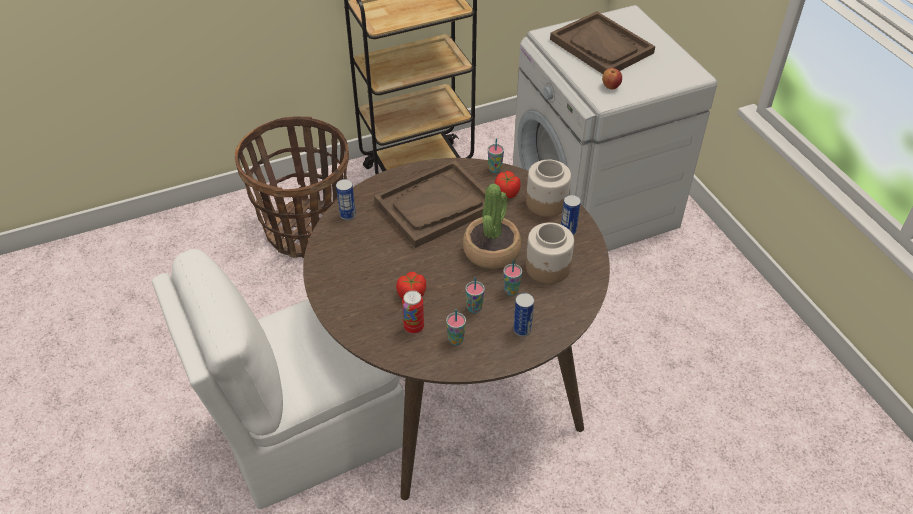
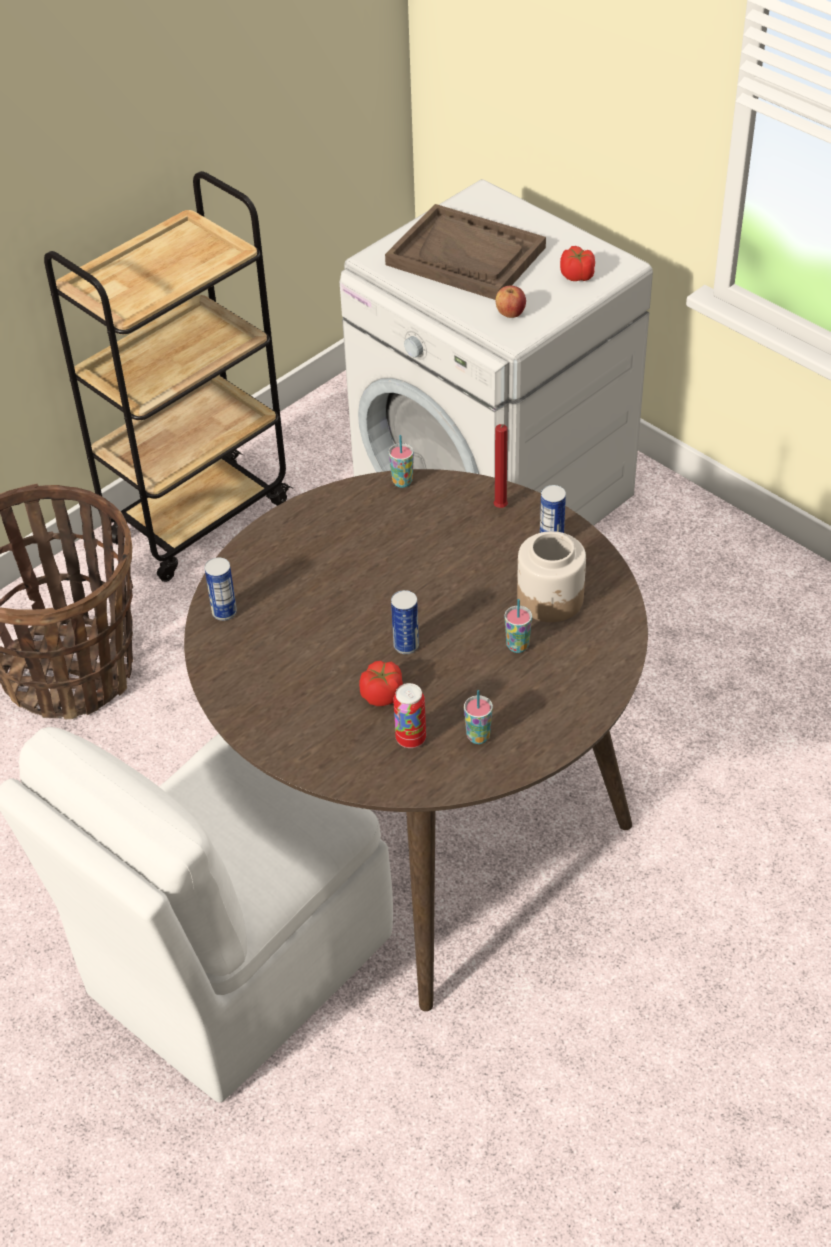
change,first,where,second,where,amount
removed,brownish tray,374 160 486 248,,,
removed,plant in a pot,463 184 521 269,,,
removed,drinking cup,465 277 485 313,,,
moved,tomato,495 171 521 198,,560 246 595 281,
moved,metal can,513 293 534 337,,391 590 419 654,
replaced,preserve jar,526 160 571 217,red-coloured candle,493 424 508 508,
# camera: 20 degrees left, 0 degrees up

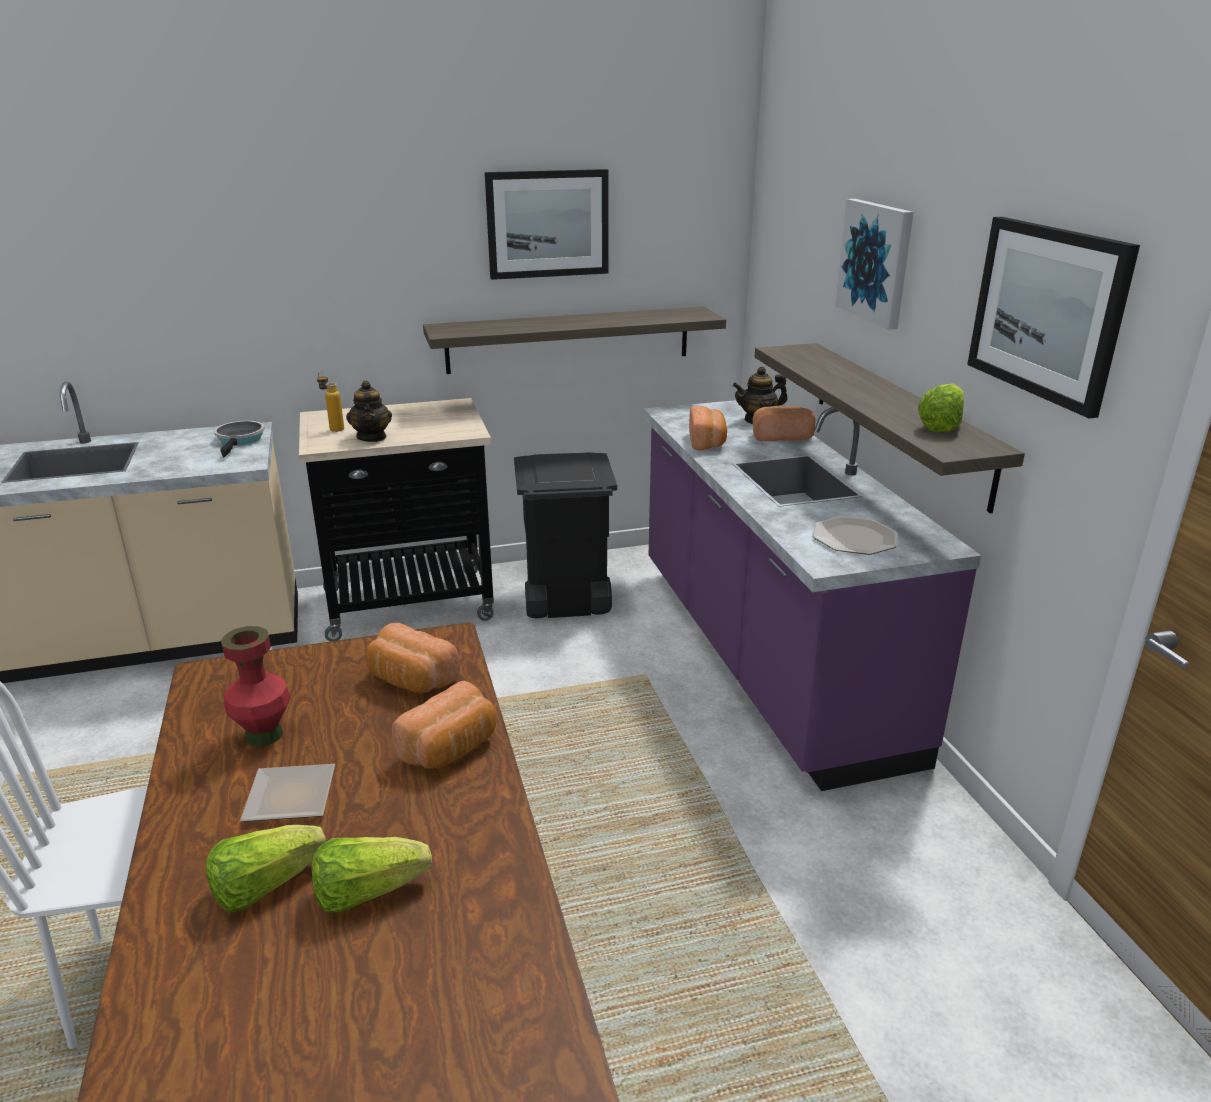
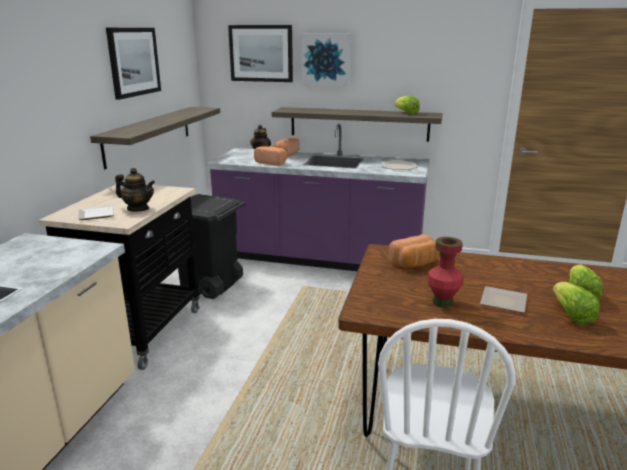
change,first,where,second,where,amount
removed,frying pan,214 421 265 458,,,
replaced,drink bottle,317 371 344 432,plate,78 205 114 220,
removed,bakery bread,392 681 497 769,,,
moved,wall art,967 217 1140 418,,228 25 293 82,
# camera: 60 degrees left, 5 degrees down

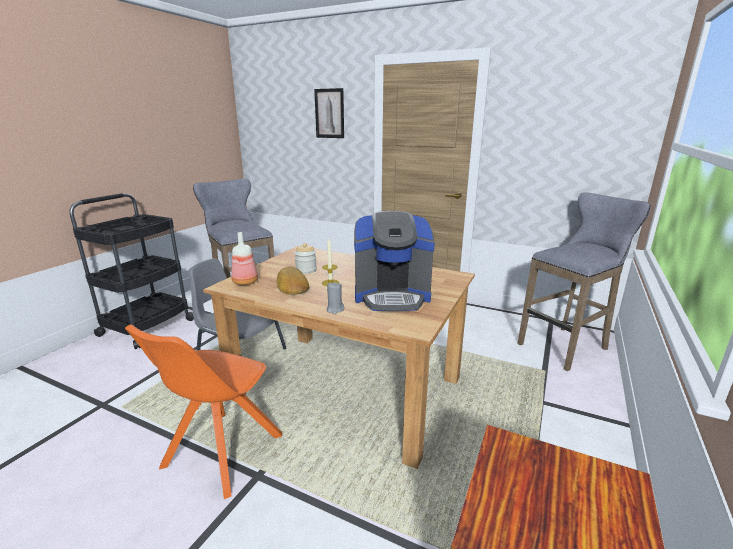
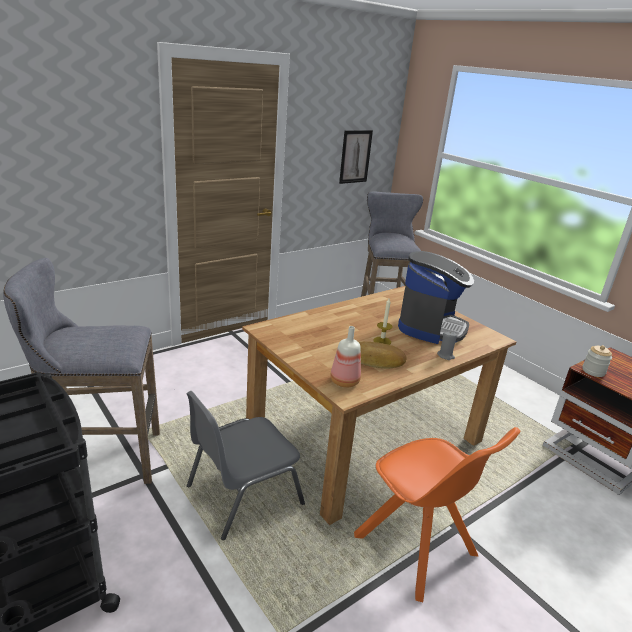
change,first,where,second,where,amount
moved,preserve jar,295 243 317 274,,582 345 612 377,
moved,wall art,314 88 344 138,,339 130 373 184,
# camera: 65 degrees left, 5 degrees up

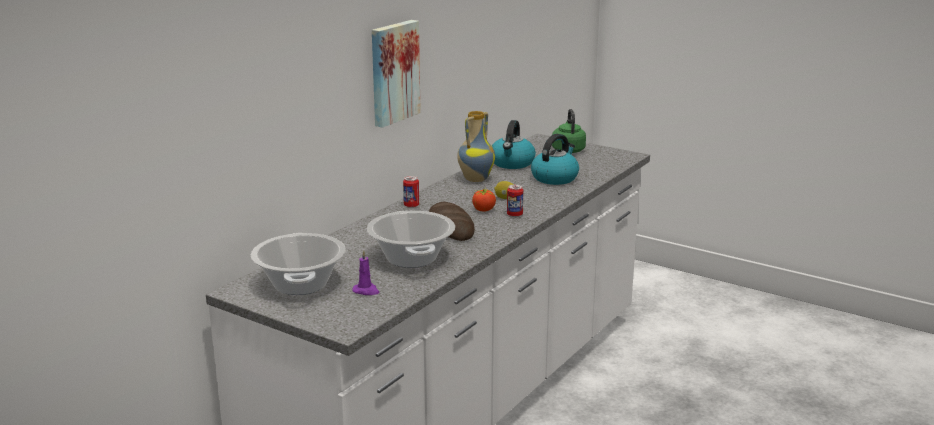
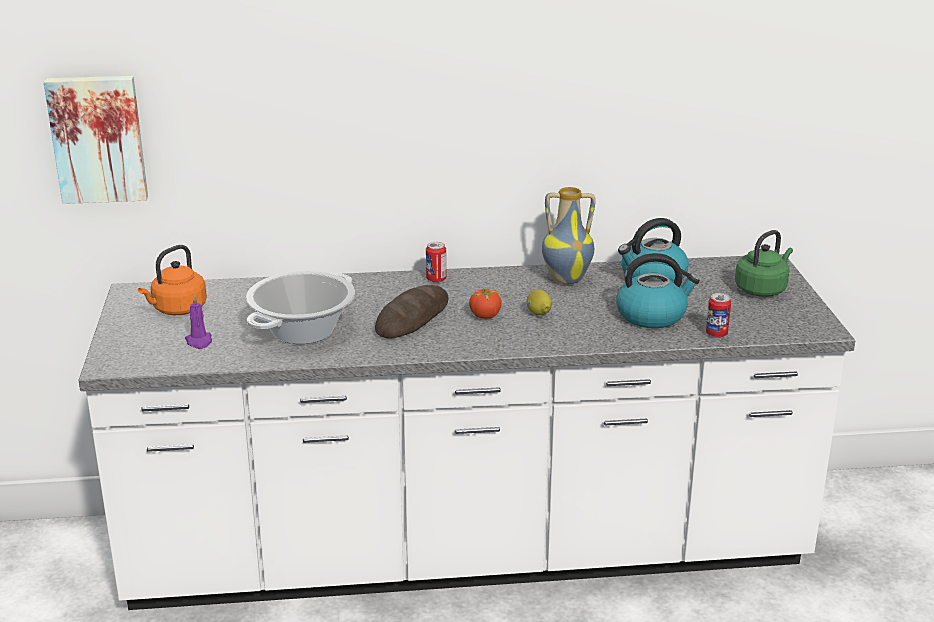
change,first,where,second,where,amount
replaced,stockpot,251 233 346 295,orangey kettle,138 245 207 315,
moved,wall art,372 20 421 128,,44 76 148 204,
moved,metal can,507 184 523 217,,706 293 731 338,
# camera: 50 degrees right, 5 degrees up

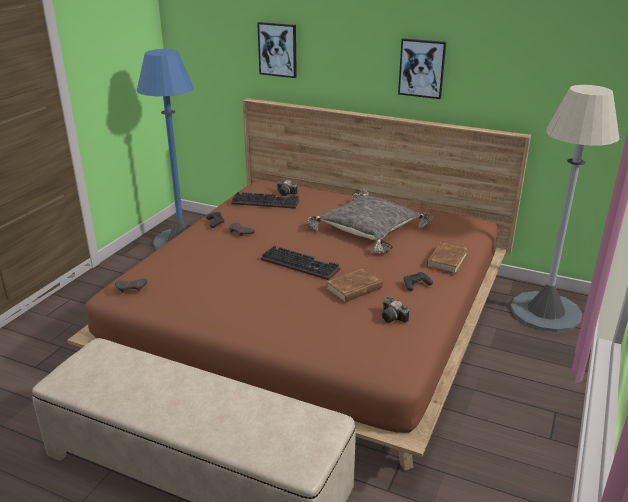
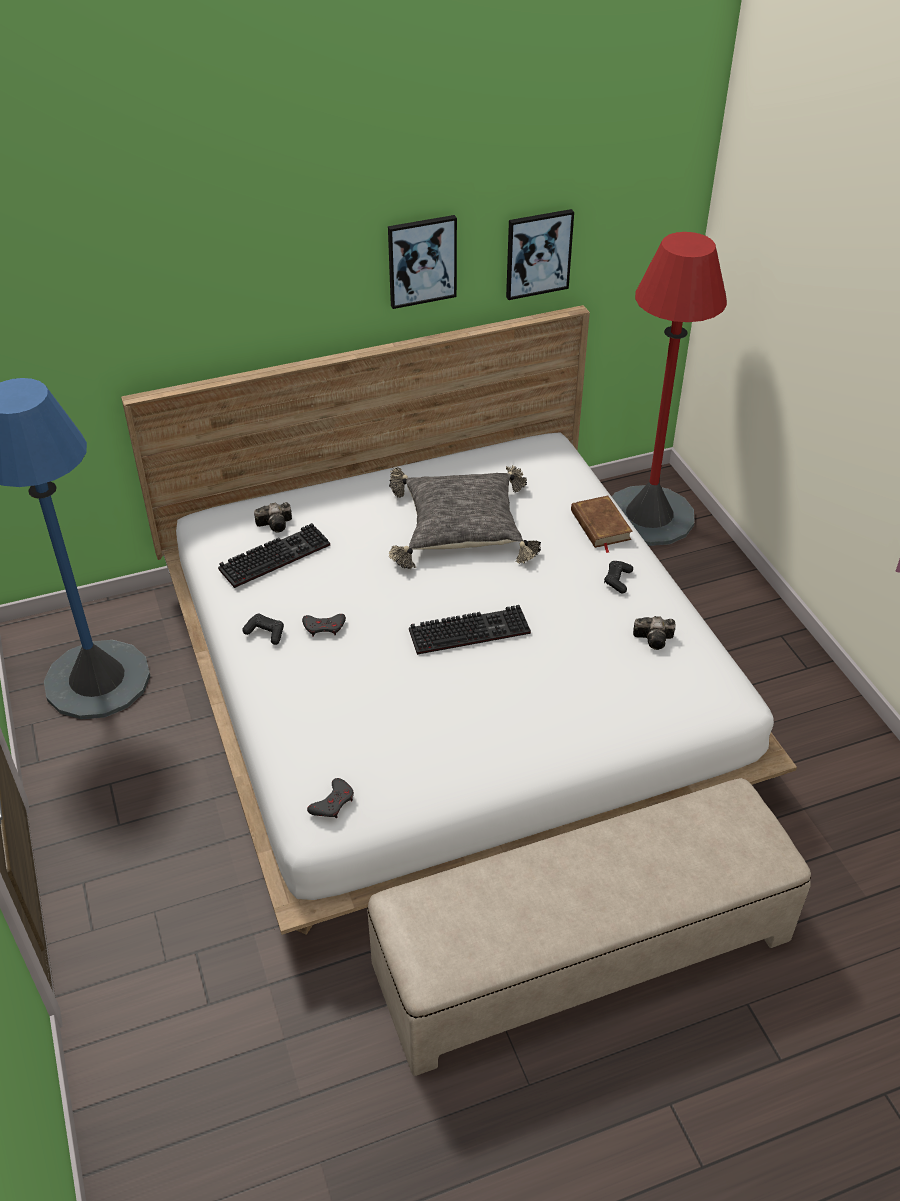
change,first,where,second,where,amount
recoloured,brownish sleeping bed,67 98 531 471,white sleeping bed,121 305 797 935,
moved,wall art,257 22 297 78,,506 209 574 300,
removed,brownish volume,326 268 383 303,,,
recoloured,greyish floor lamp,510 85 620 332,red-coloured floor lamp,612 232 727 546,
# camera: 45 degrees left, 15 degrees up

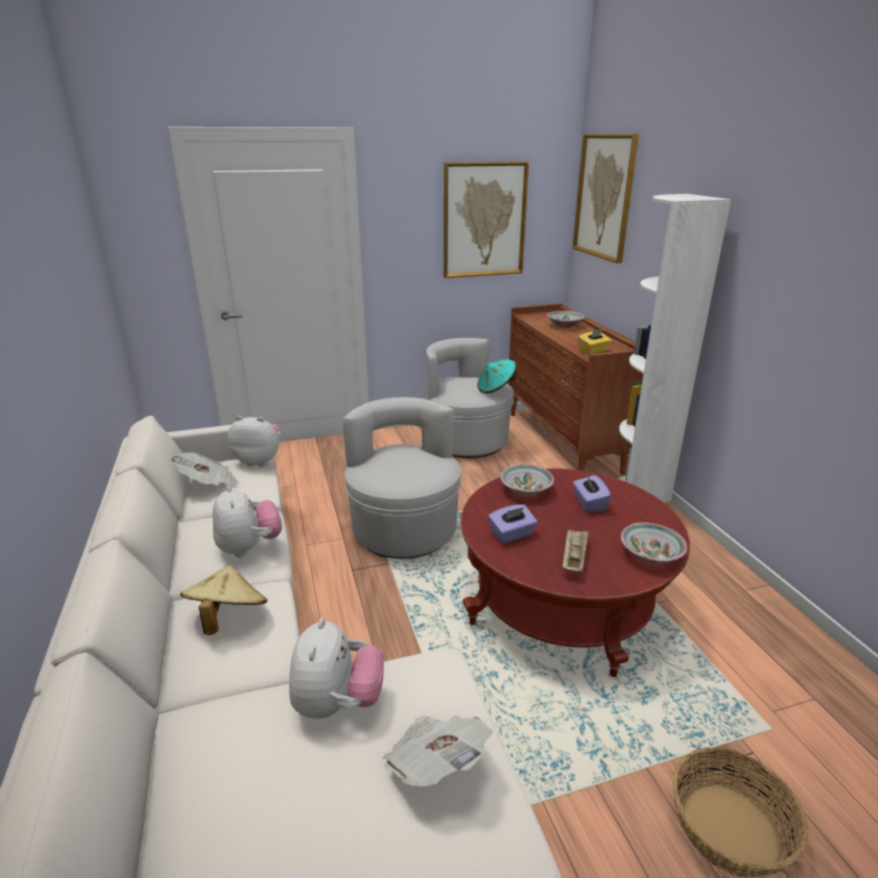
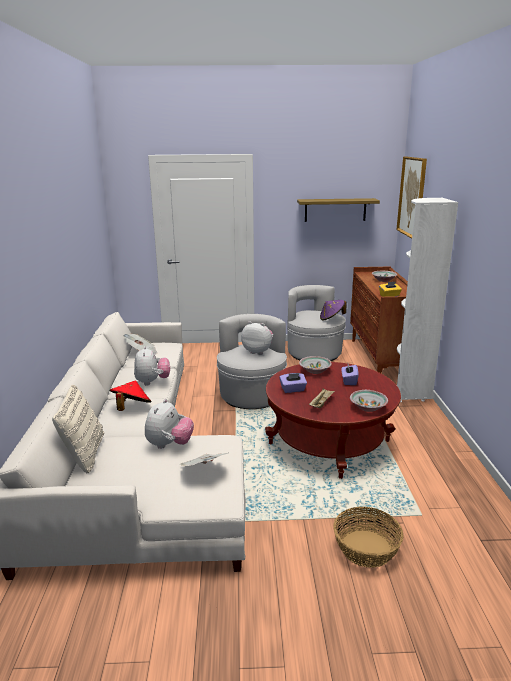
change,first,where,second,where,amount
recoloured,beige hat,180 565 267 635,red-coloured hat,110 381 151 411,
moved,soft toy,228 416 281 467,,241 321 273 355,
replaced,wall art,444 162 529 278,wall shelf,297 198 380 222,
recoloured,turquoise-coloured hat,477 359 517 394,purplish hat,320 300 347 321,
added,,,beige pillow,52 385 104 473,
# camera: 15 degrees right, 5 degrees down

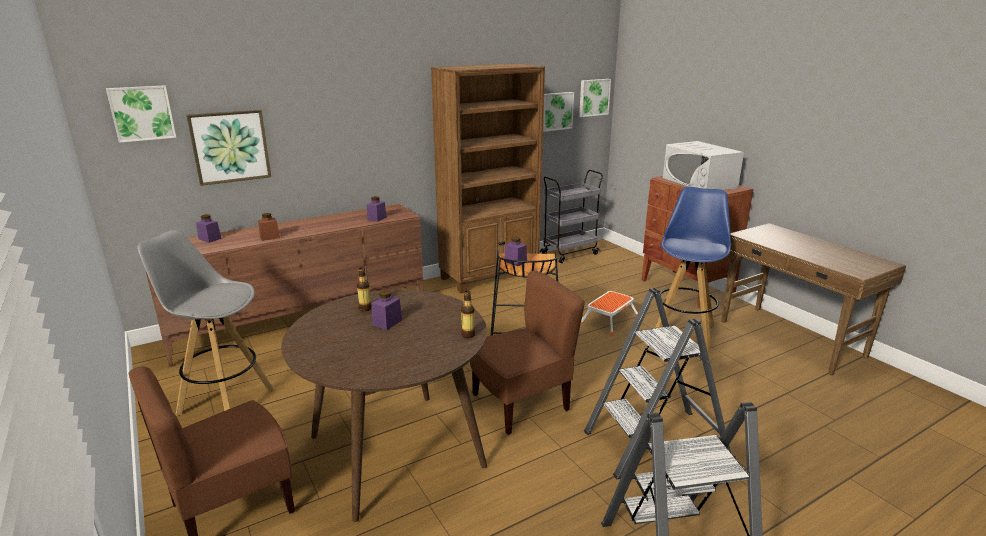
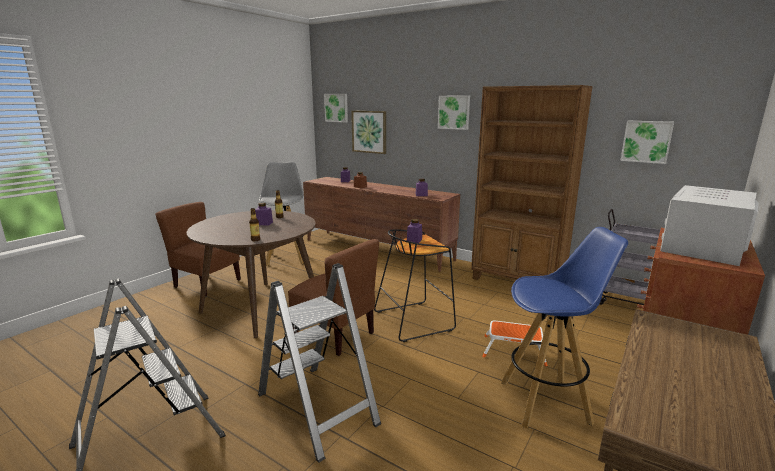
change,first,where,second,where,amount
moved,wall art,579 79 611 117,,438 96 470 130,
# camera: 65 degrees right, 5 degrees down

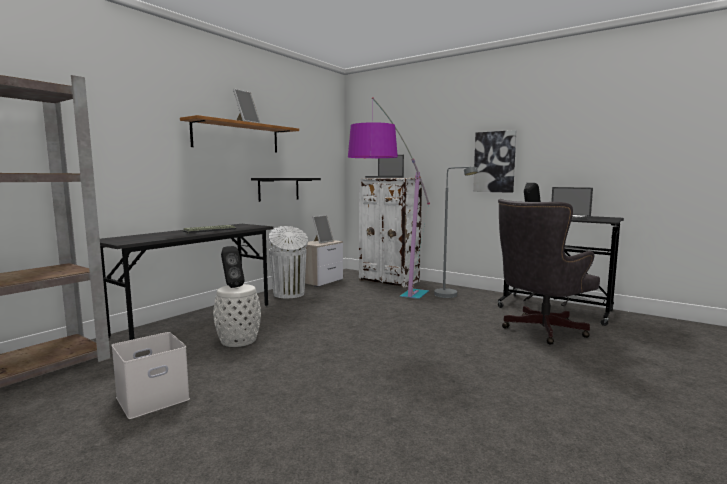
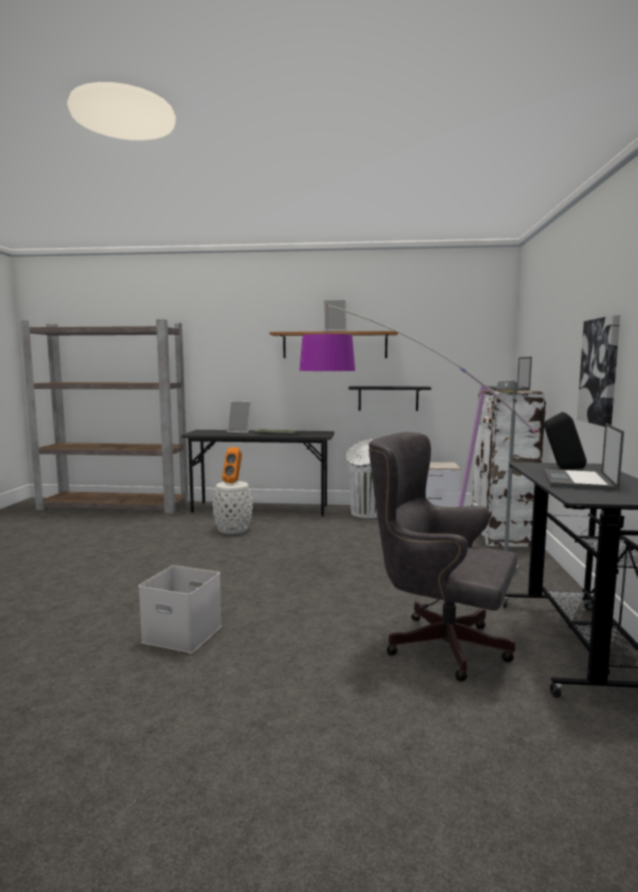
change,first,where,second,where,amount
moved,white storage bin,112 332 190 419,,139 565 222 653,
recoloured,black-coloured loudspeaker,221 246 245 288,orangey loudspeaker,222 447 242 483,
moved,standing frame,312 215 334 243,,227 401 252 433,
# camera: 60 degrees right, 0 degrees up

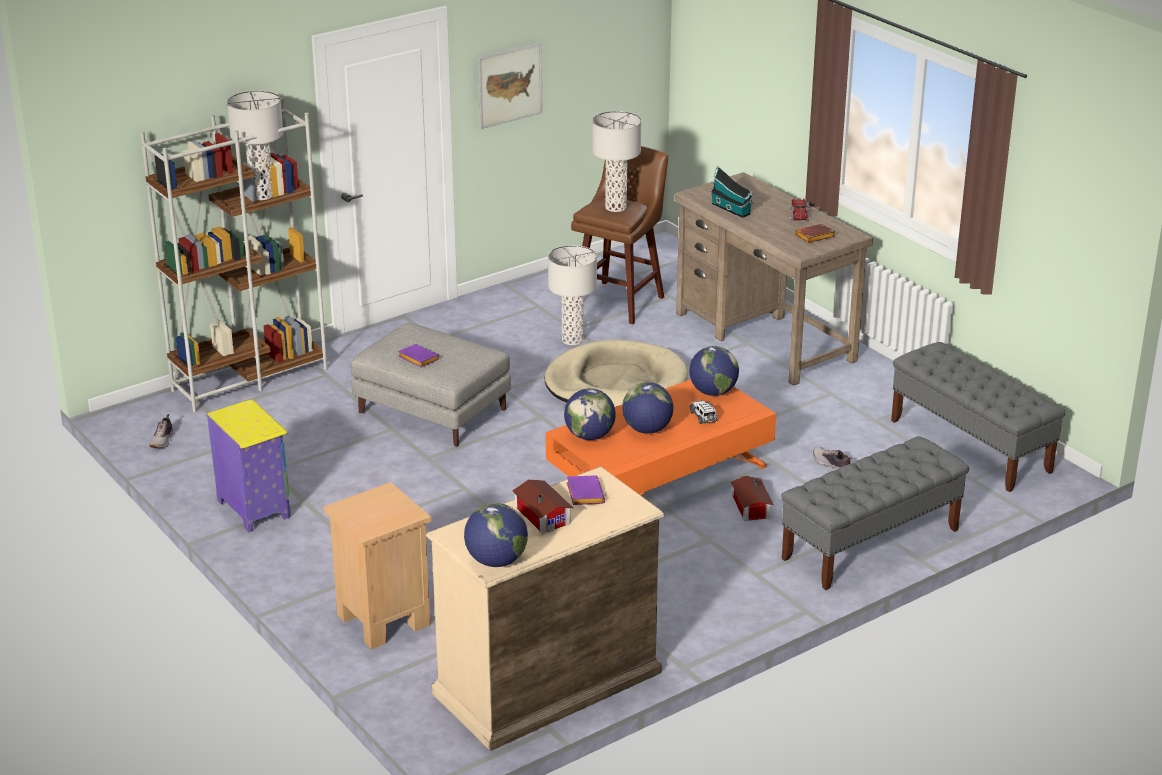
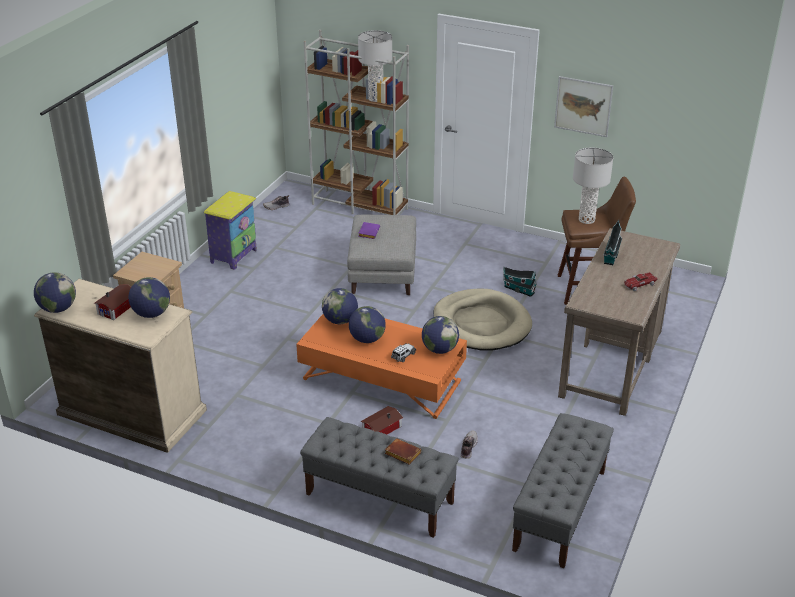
change,first,where,second,where,amount
replaced,white lamp for a table,548 245 597 345,miniature house,503 267 537 297,
replaced,purplish volume,567 475 605 505,world globe,128 277 170 318,
moved,brownish volume,795 224 835 243,,385 438 422 465,
# camera: 60 degrees right, 5 degrees up

